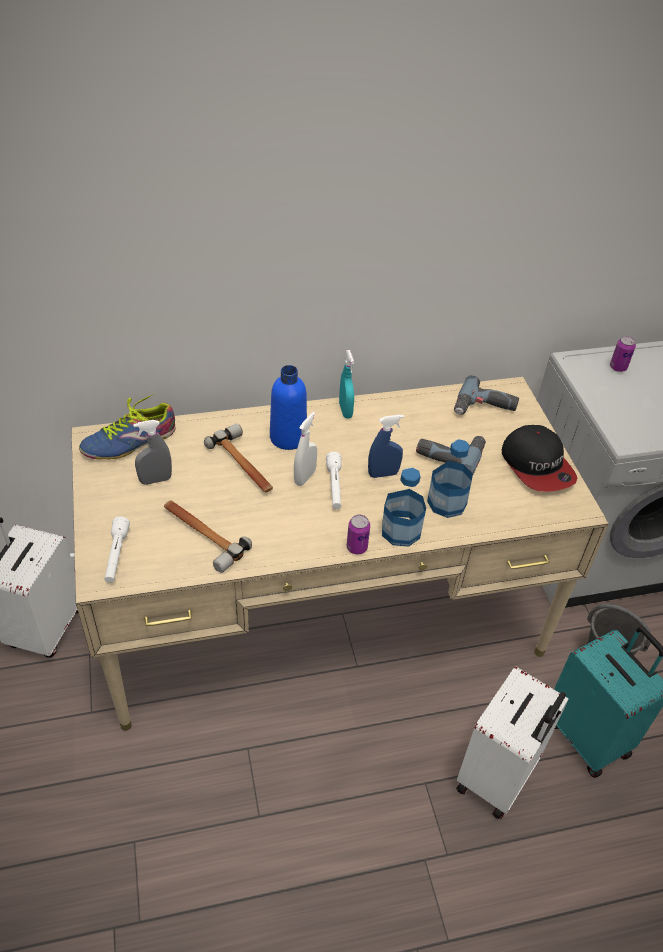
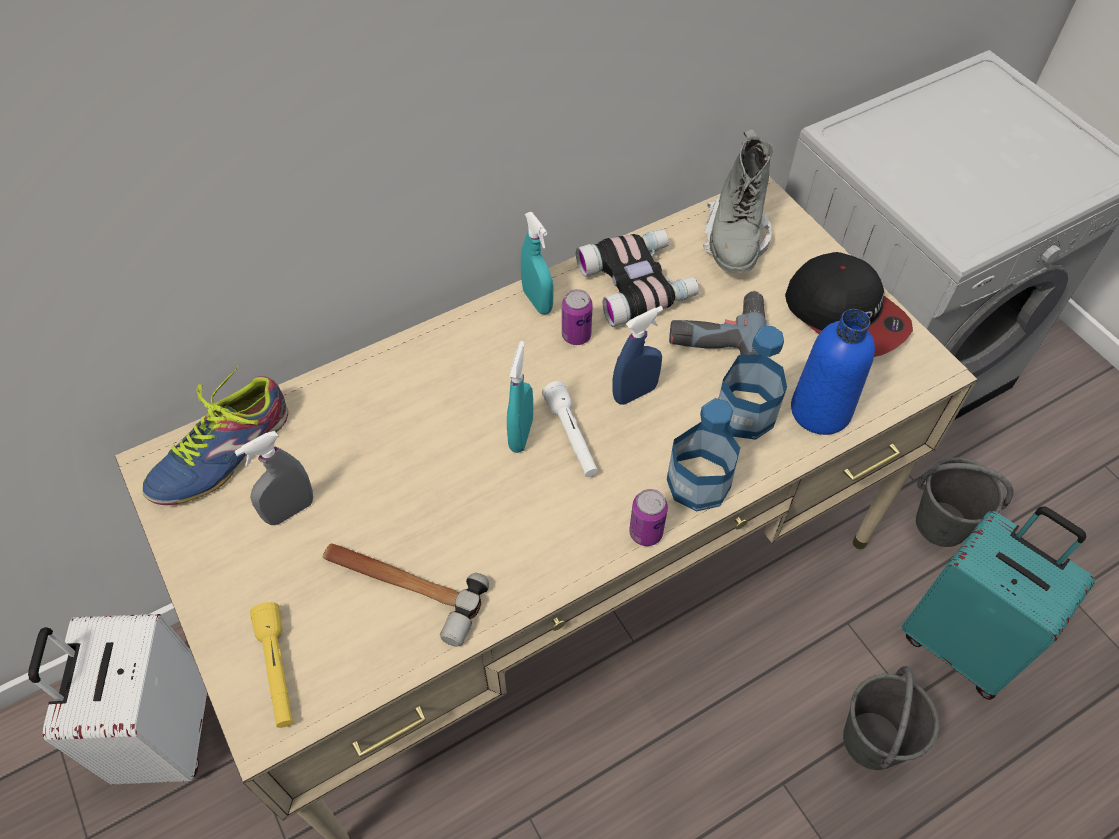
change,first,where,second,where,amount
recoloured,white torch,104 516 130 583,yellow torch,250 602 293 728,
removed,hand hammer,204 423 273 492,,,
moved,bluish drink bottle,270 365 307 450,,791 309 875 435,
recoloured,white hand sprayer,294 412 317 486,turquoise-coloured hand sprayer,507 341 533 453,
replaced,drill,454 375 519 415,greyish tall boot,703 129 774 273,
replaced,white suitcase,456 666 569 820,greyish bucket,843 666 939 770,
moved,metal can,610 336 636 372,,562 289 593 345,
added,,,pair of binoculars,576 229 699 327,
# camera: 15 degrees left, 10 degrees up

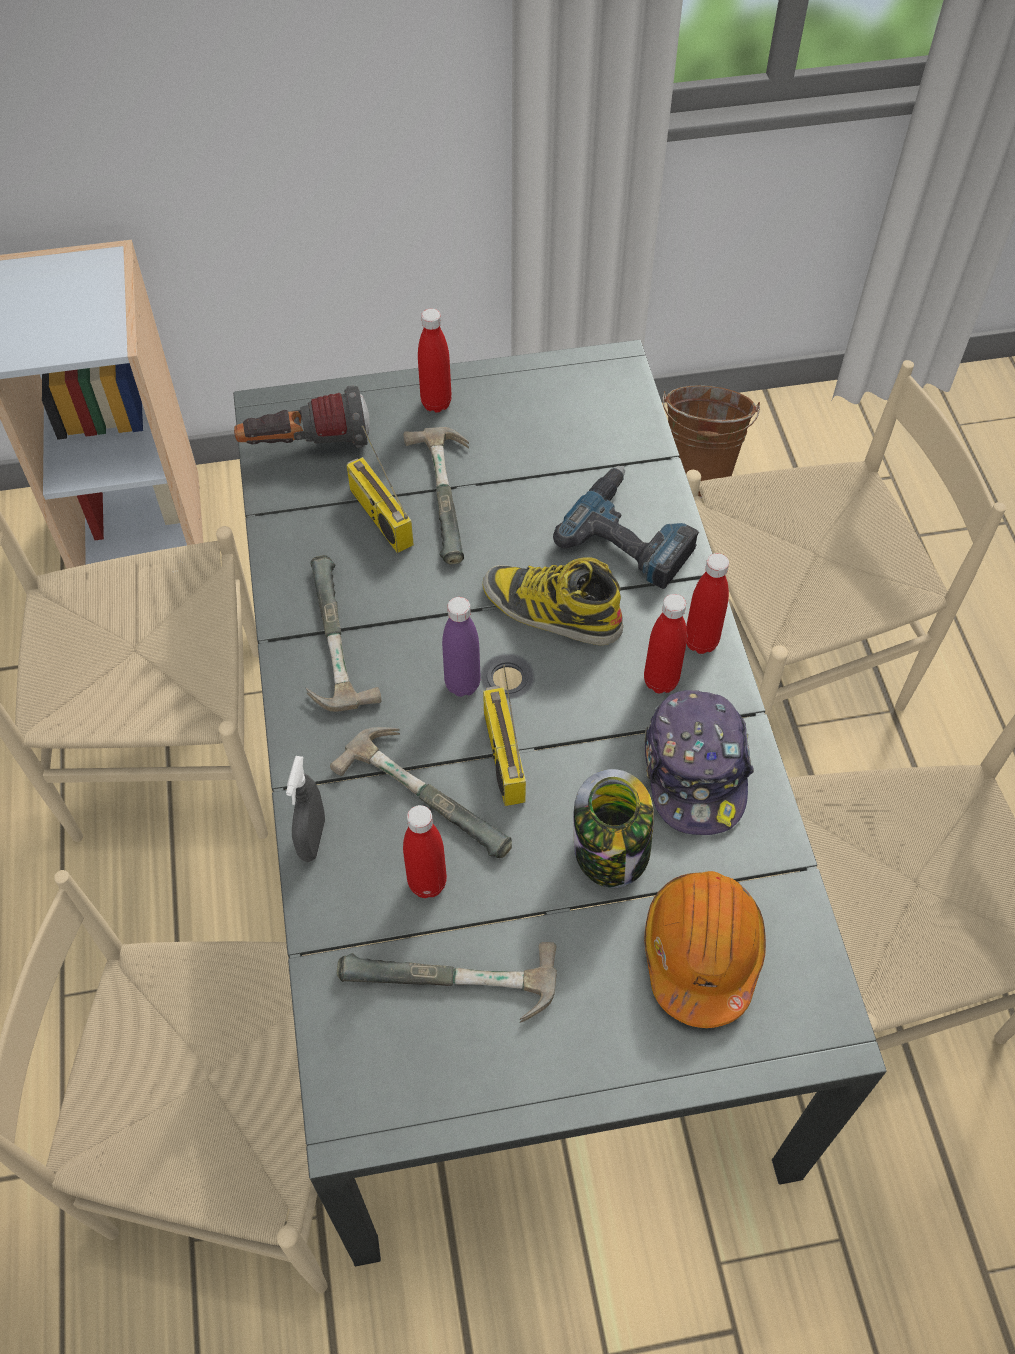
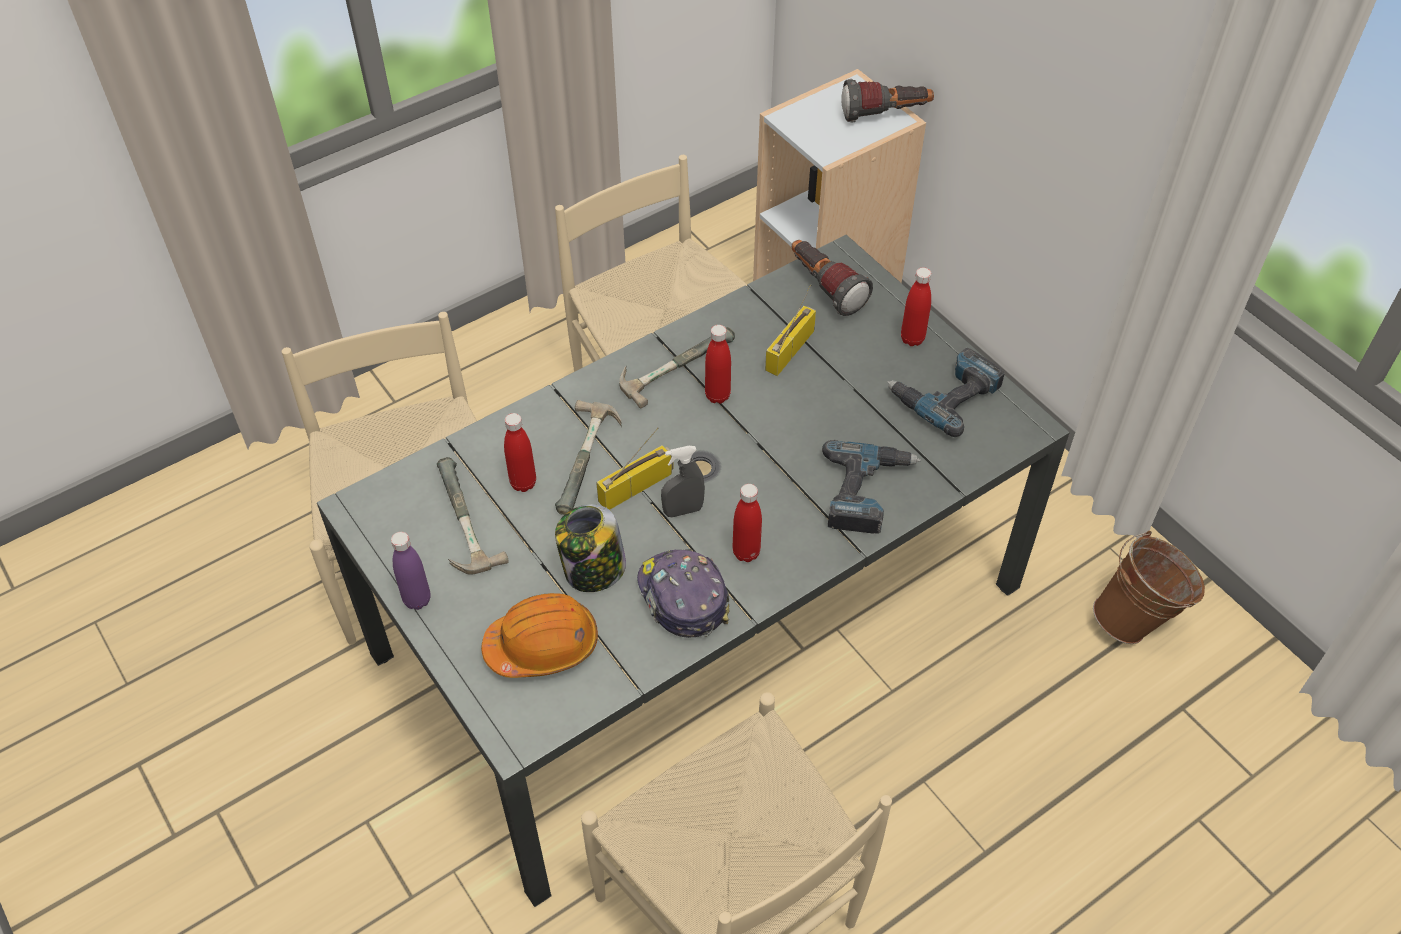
change,first,where,second,where,amount
moved,greyish hand sprayer,286 756 325 862,,661 446 705 517,
removed,hand hammer,403 427 469 564,,,
moved,purplish drink bottle,442 597 481 697,,391 532 431 610,
removed,tall boot,483 557 623 645,,,
turned,baseball cap,644 690 754 835,,637 549 730 638,90 degrees clockwise
removed,beige plain chair,686 360 1006 718,,,
moved,red-coloured drink bottle,686 553 729 654,,705 325 731 404,
added,,,torch,841 79 934 123,
added,,,drill,887 348 1005 437,
# camera: 65 degrees right, 5 degrees down

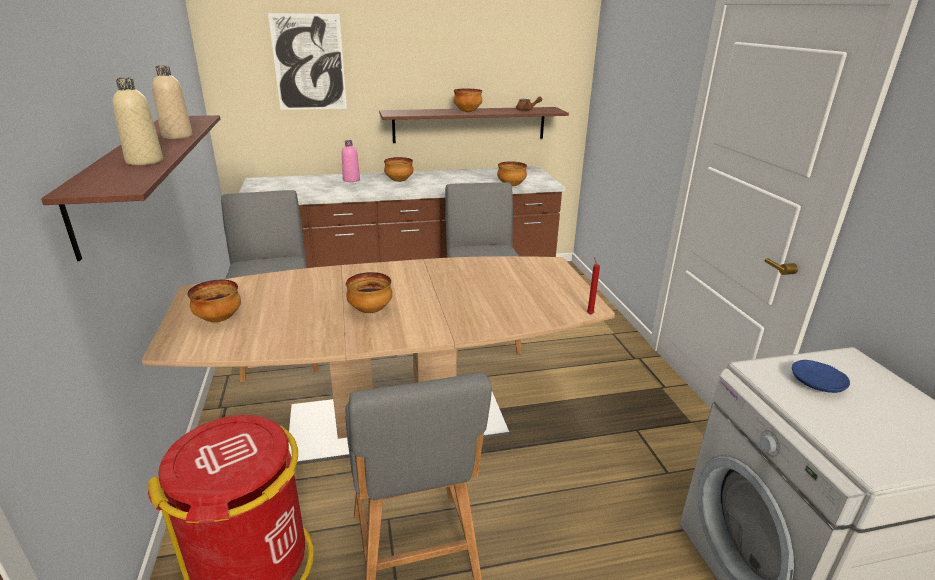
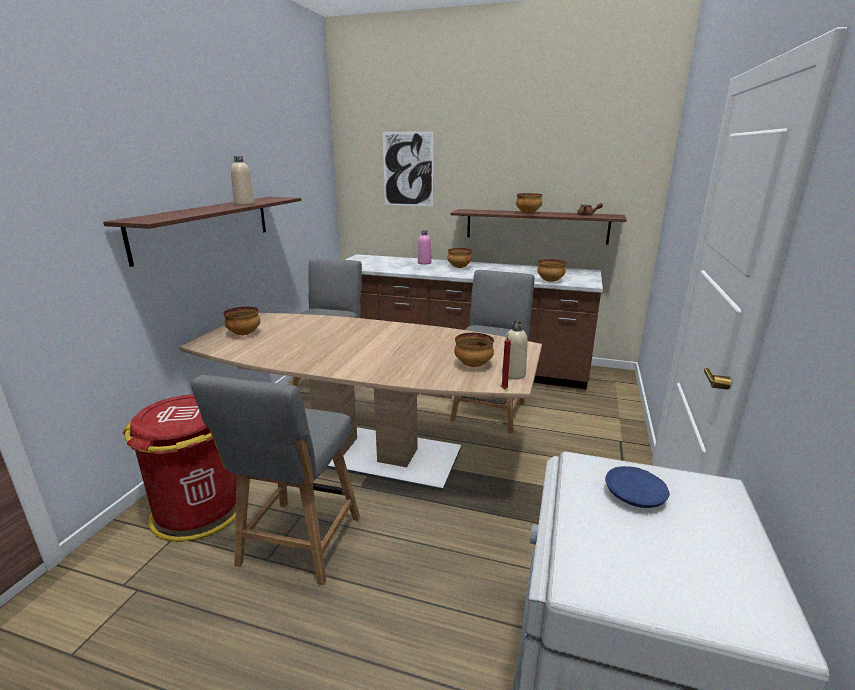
change,first,where,second,where,amount
moved,beige drink bottle,112 77 163 165,,502 321 528 379,
moved,bowl,346 272 392 313,,454 333 494 367,
# camera: 30 degrees right, 5 degrees down

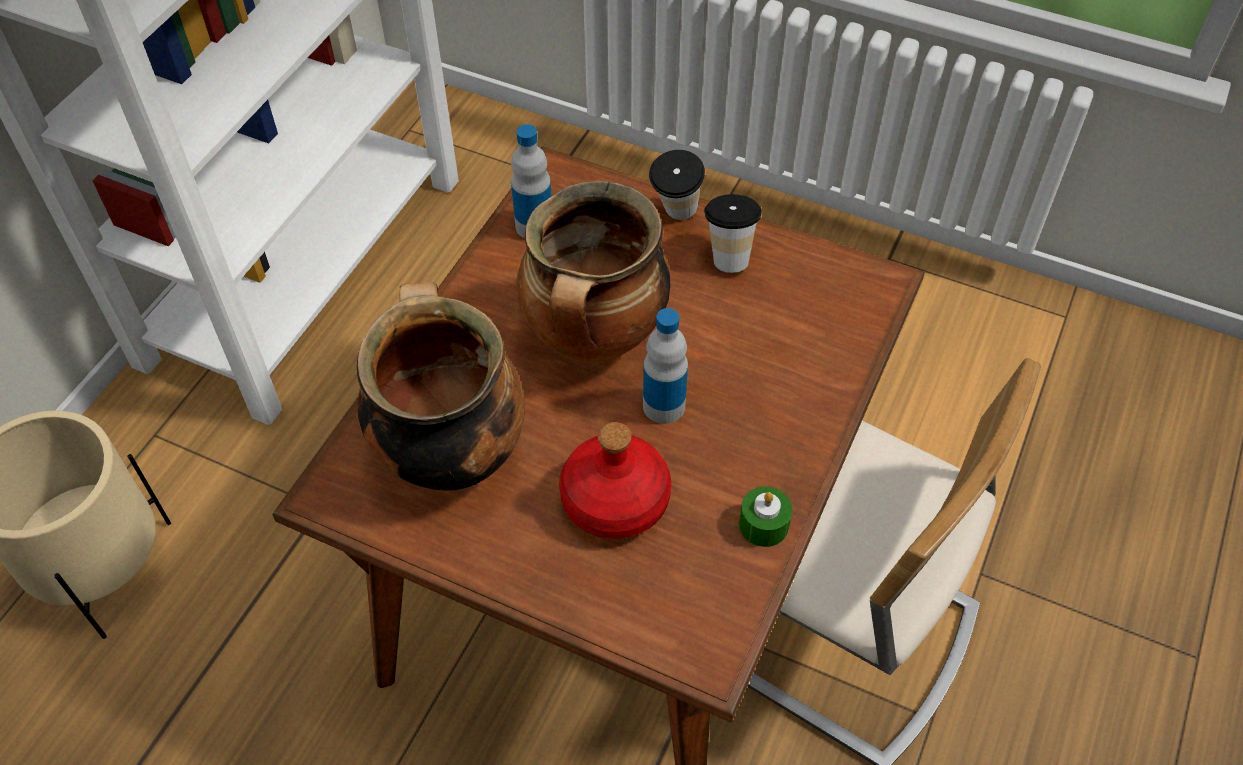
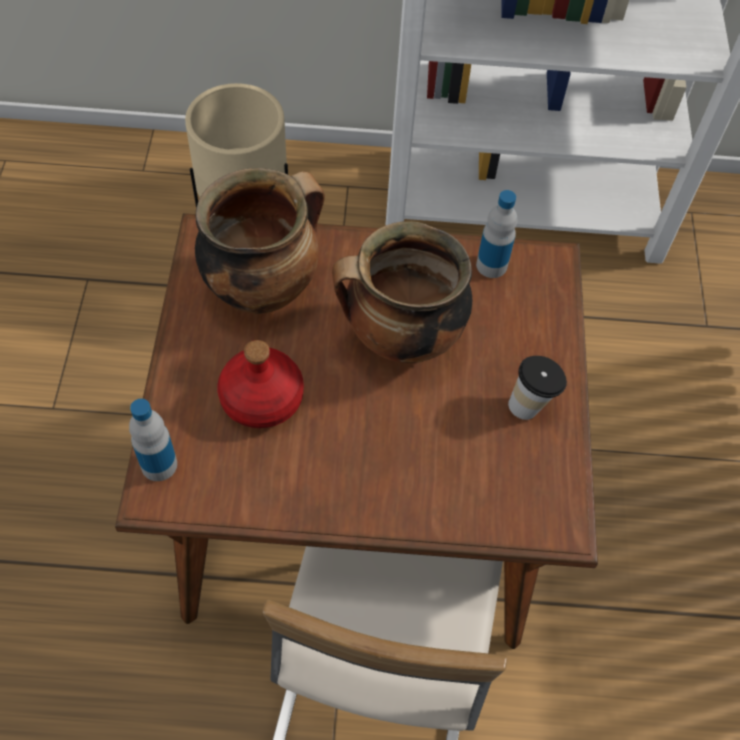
change,first,where,second,where,amount
moved,drink bottle,643 308 688 424,,129 399 177 481,
removed,drinking cup,649 150 705 220,,,
removed,greenish candle,739 486 792 547,,,
# camera: 65 degrees right, 5 degrees up

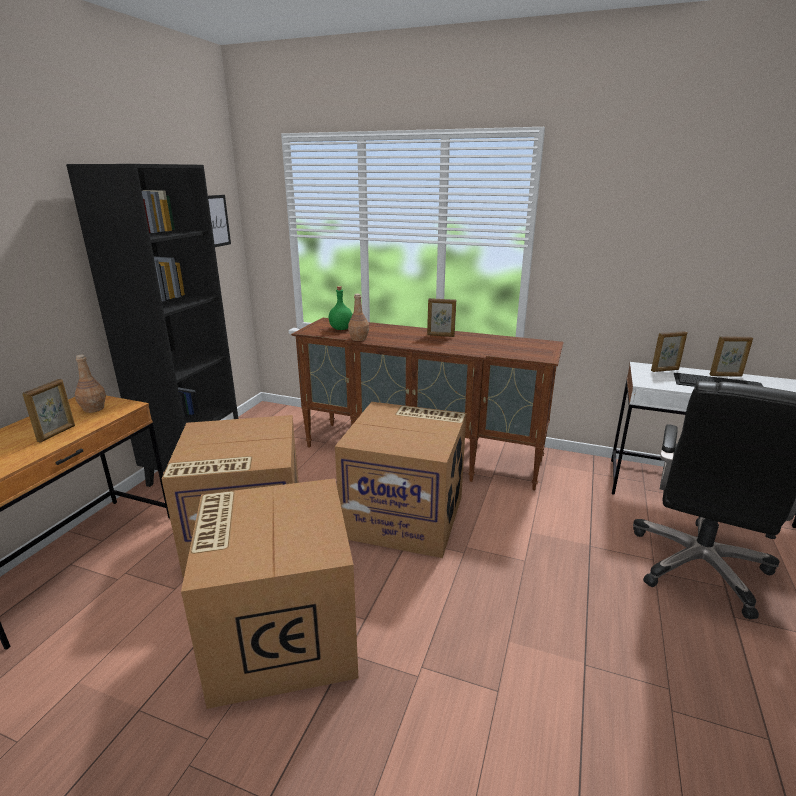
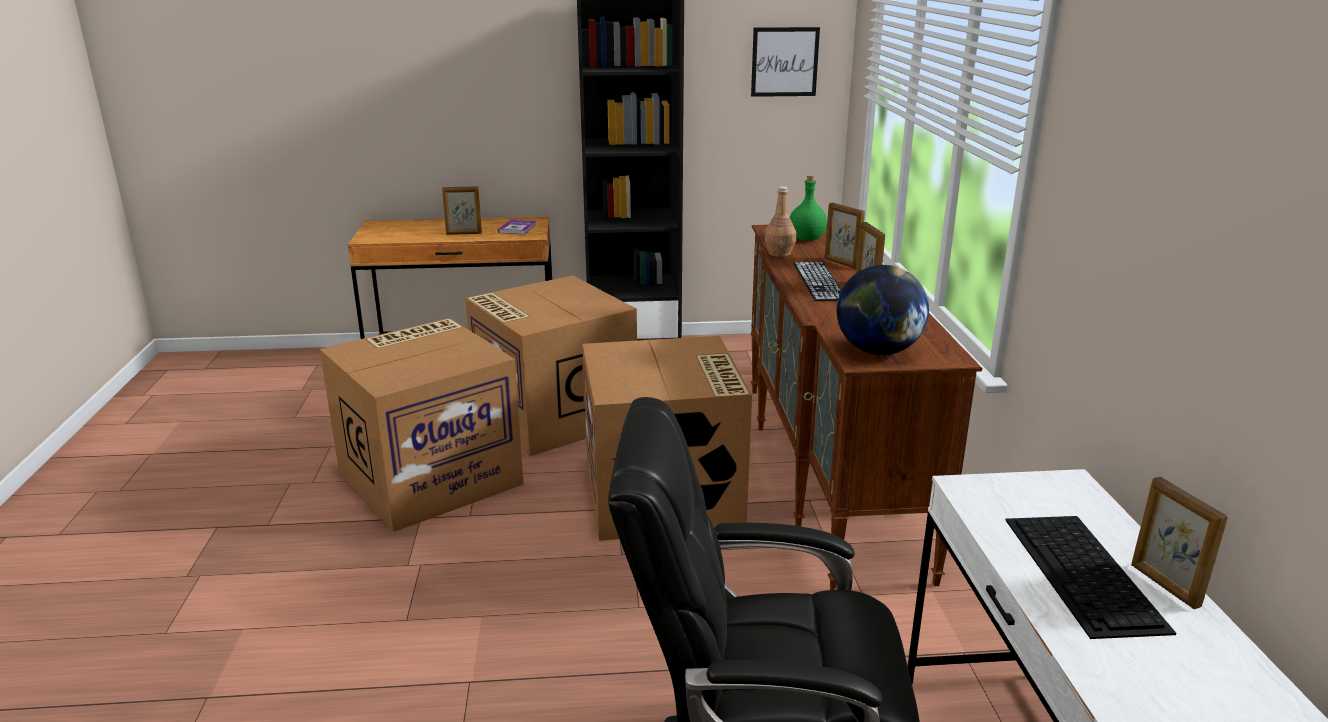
change,first,where,second,where,amount
replaced,brownish drink bottle,75 355 106 413,volume,498 220 536 235,
moved,standing frame,651 331 687 372,,825 203 865 269,
added,,,PC keyboard,793 262 841 301,
added,,,world globe,837 265 929 355,
# camera: 65 degrees right, 0 degrees up

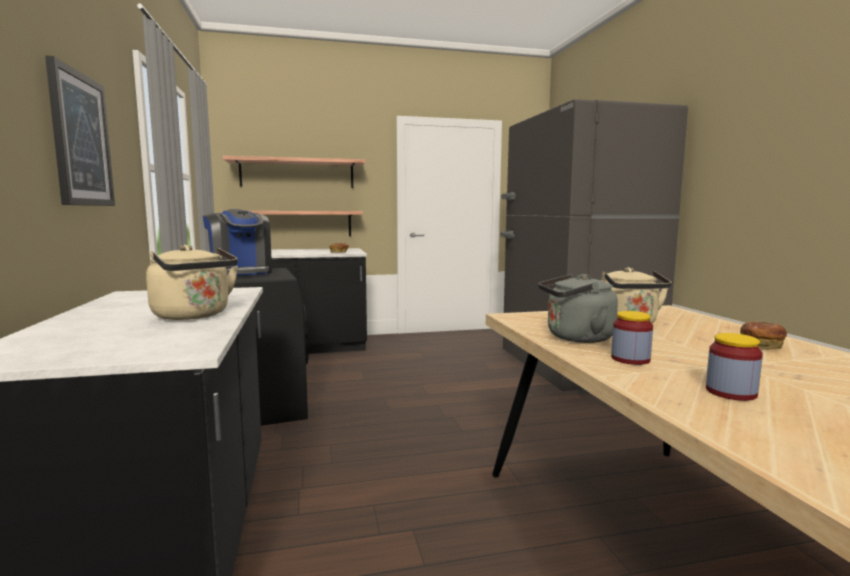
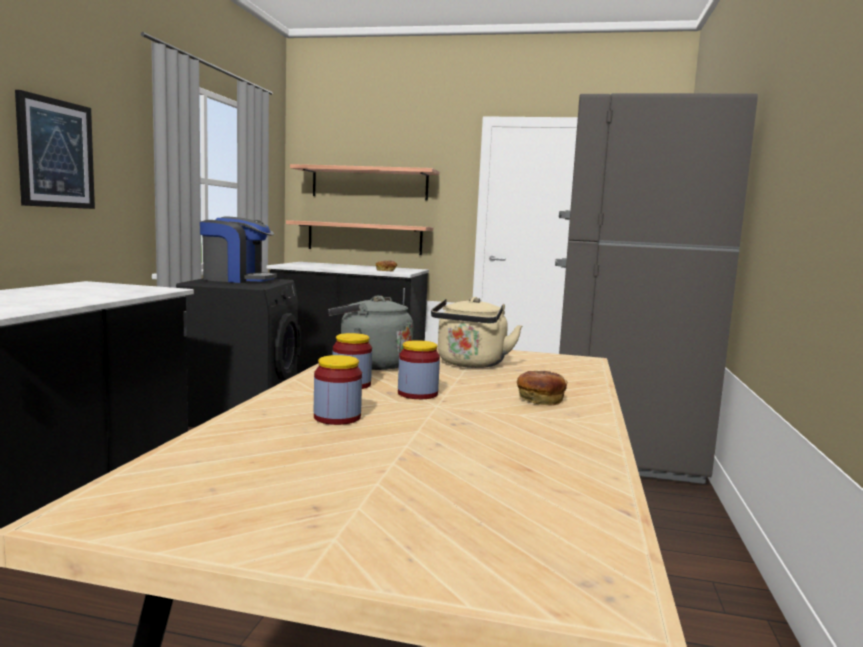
change,first,where,second,where,amount
removed,beige kettle,146 245 238 320,,,
turned,coffee machine,203 209 272 276,,200 217 277 283,75 degrees counterclockwise
added,,,preserve jar,398 340 440 399,
# camera: 25 degrees right, 0 degrees up

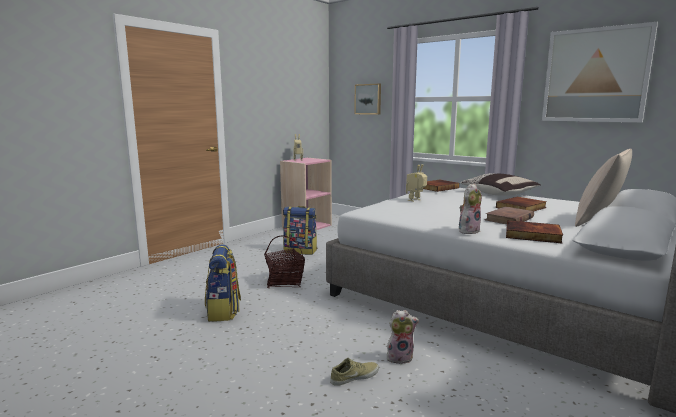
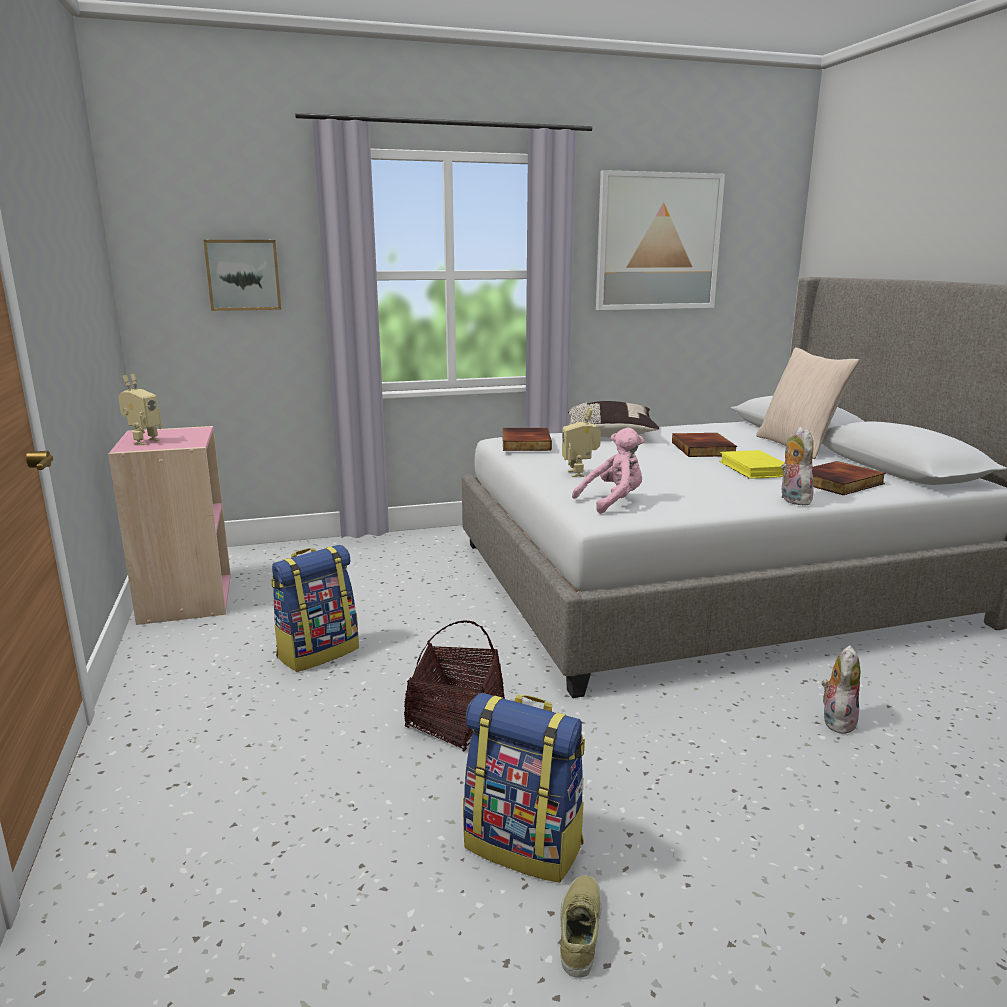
change,first,where,second,where,amount
moved,beige item of footwear,330 358 379 386,,560 875 602 978,
recoloured,brownish volume,484 207 534 224,yellow volume,719 450 785 479,
added,,,pink-coloured soft toy,572 428 644 514,
# camera: 55 degrees left, 5 degrees up

